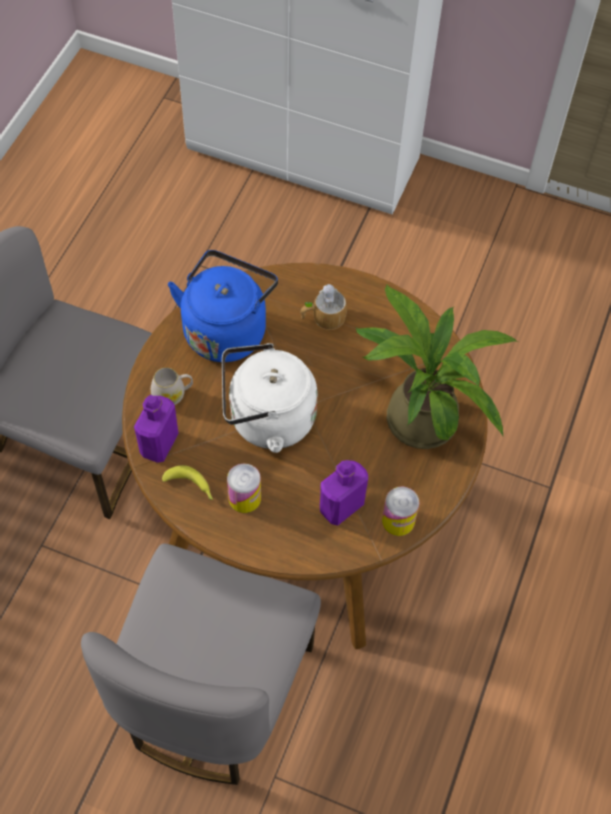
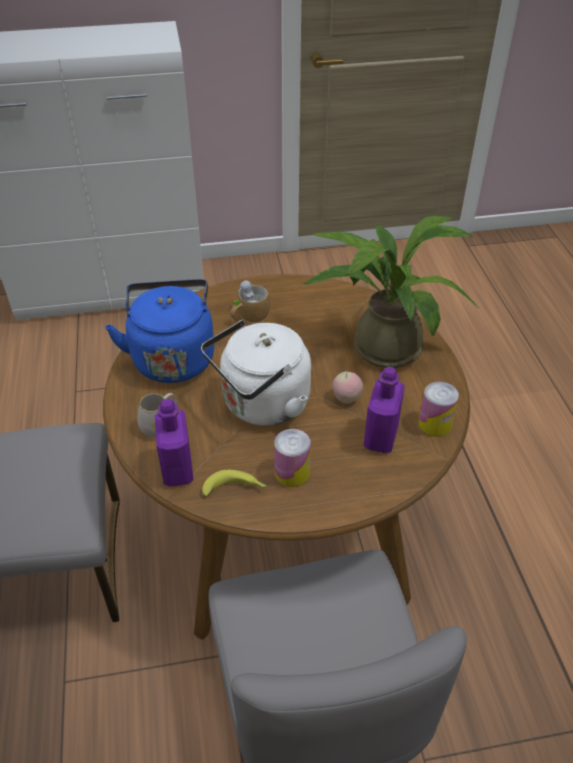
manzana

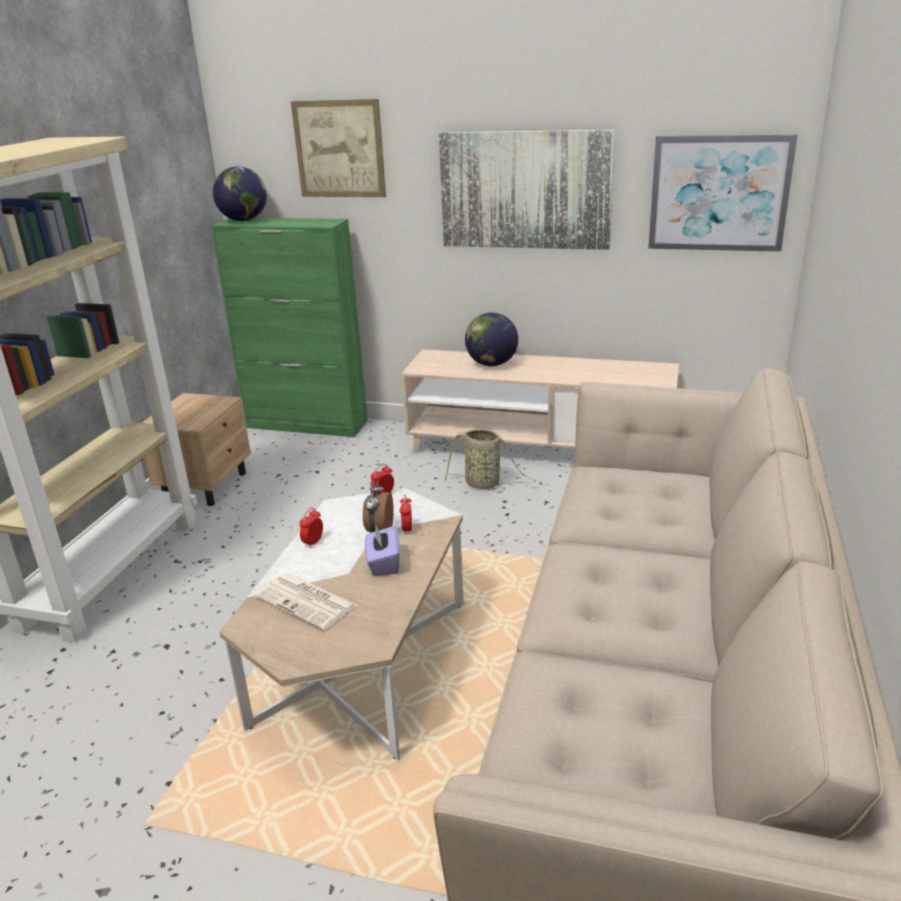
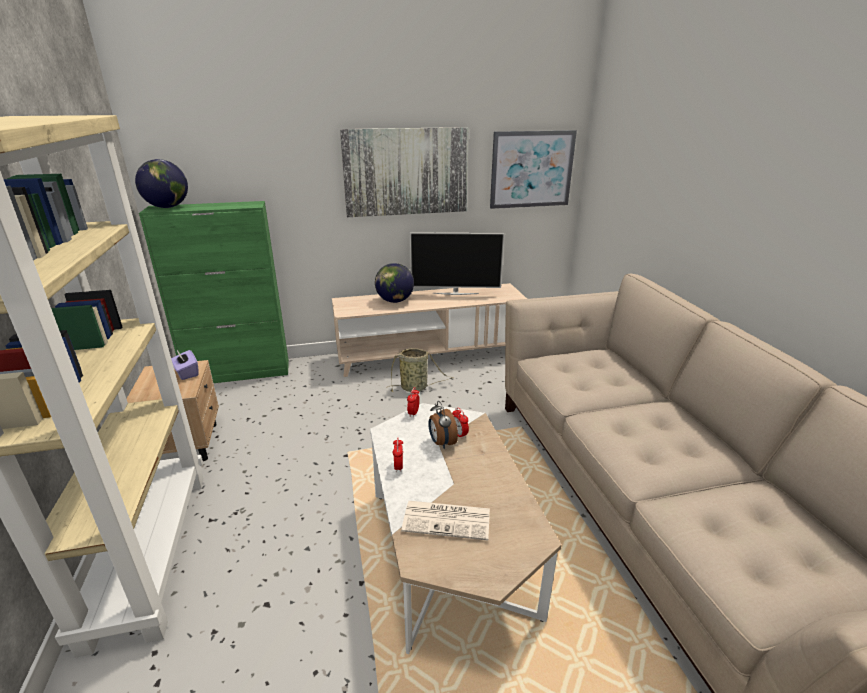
cuadro (1st from left in the first image)
televisor
caja de pañuelos [morado]

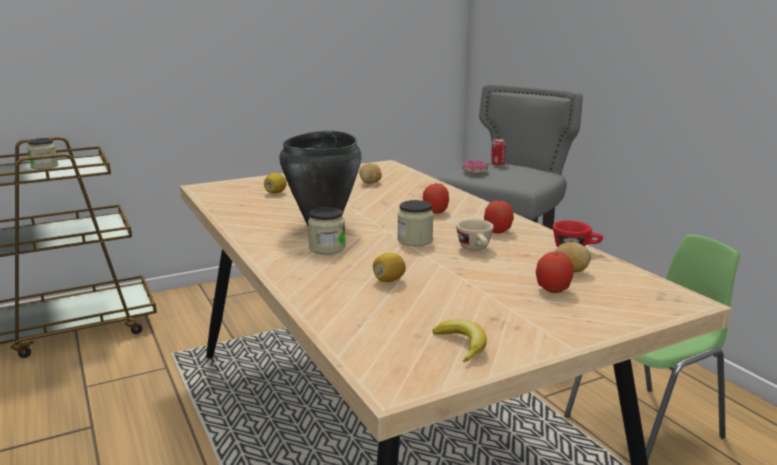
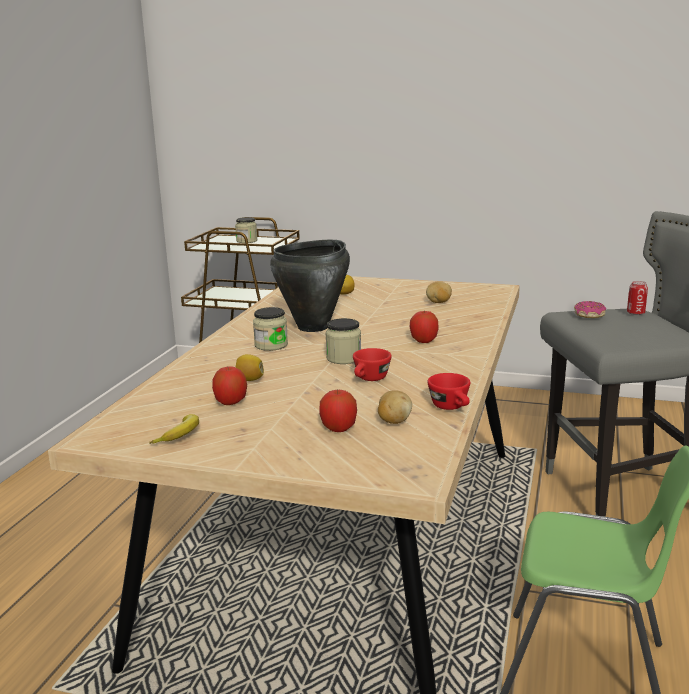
manzana (1st from left)
taza [rojo] (1st from left)

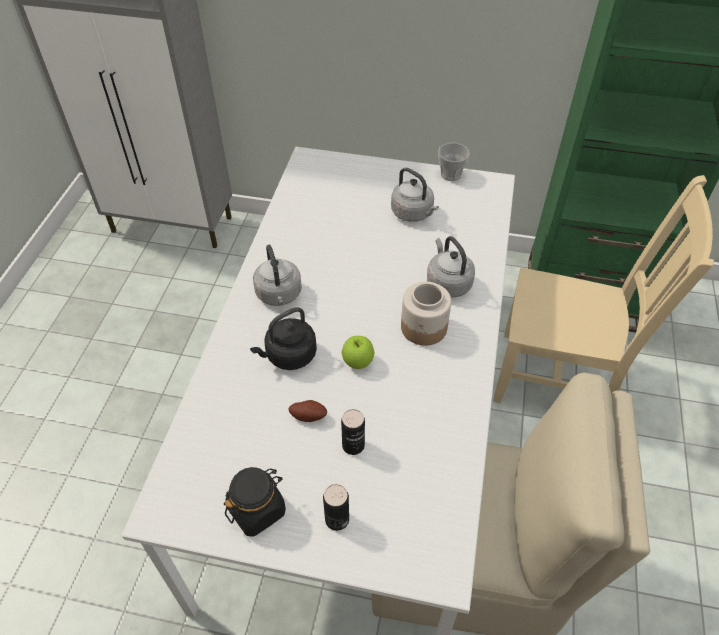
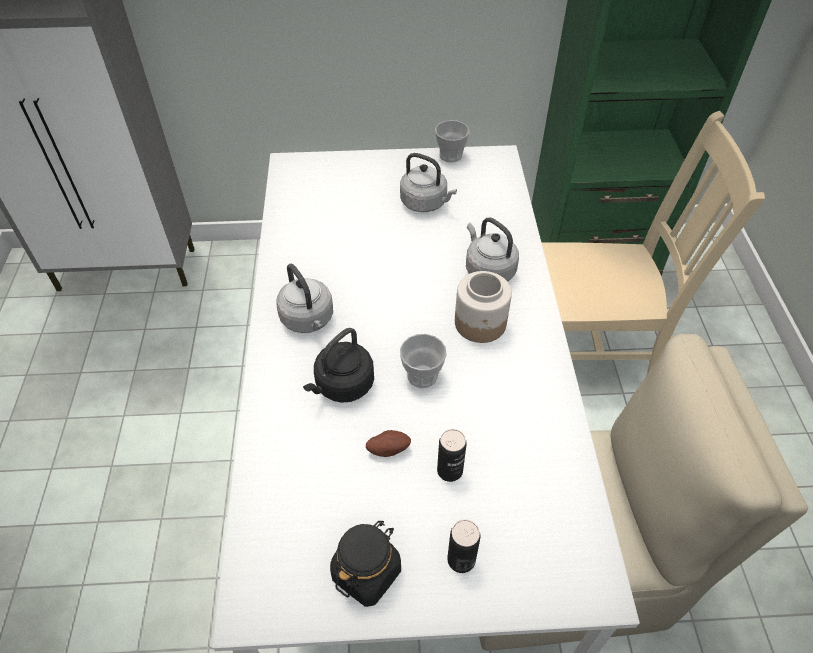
taza (1st from left)

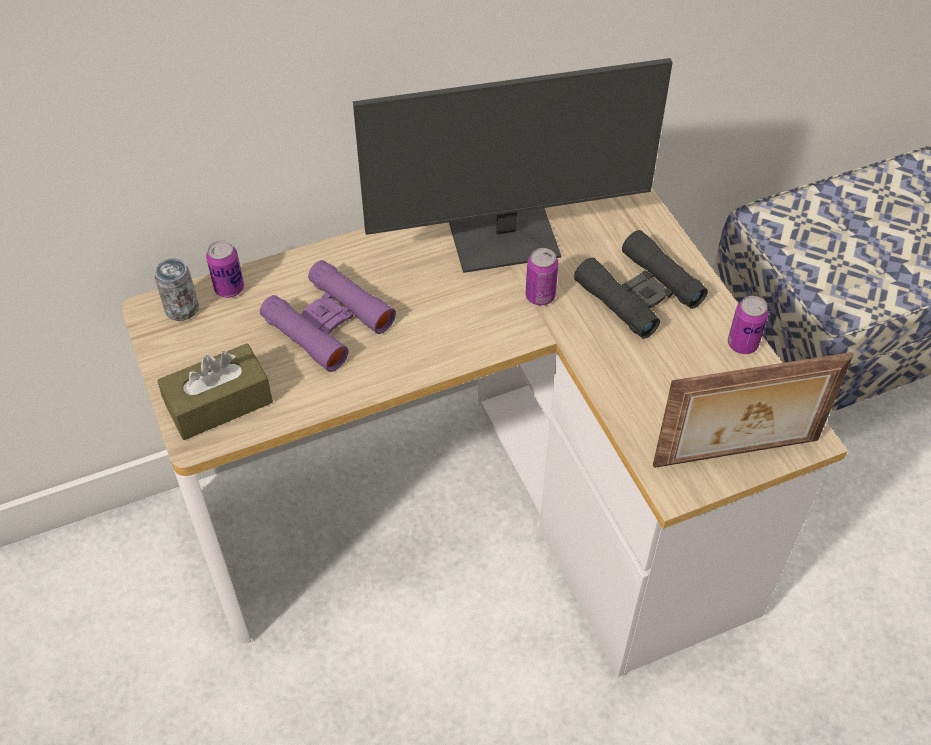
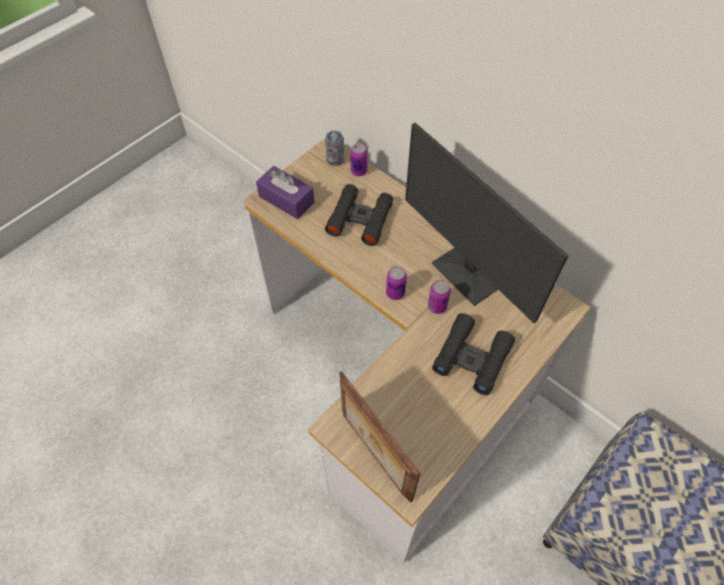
lata (3rd from left)
caja de pañuelos [morado]
prismáticos [negro] (1st from left)

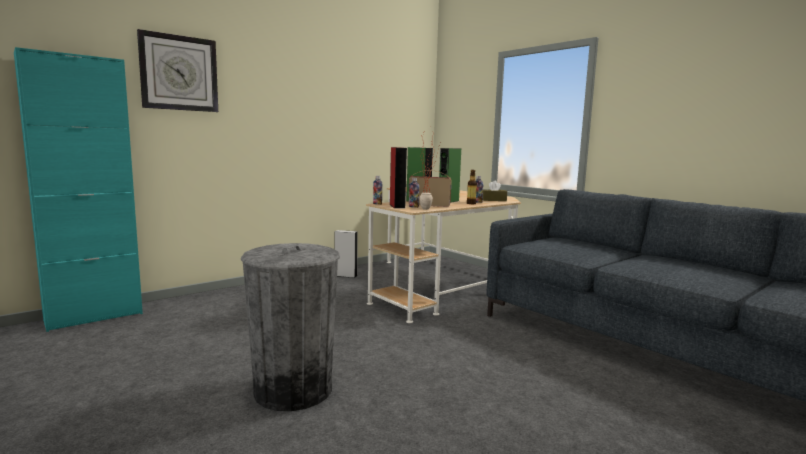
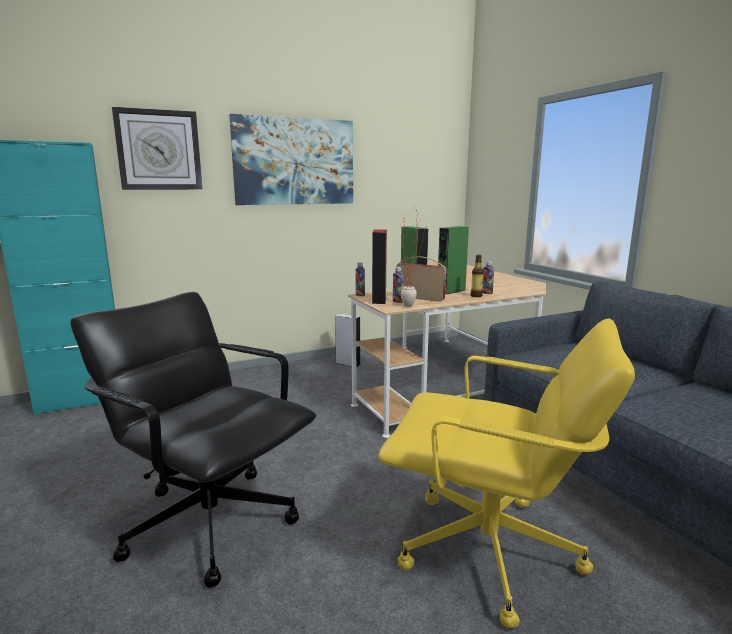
caja de pañuelos [marrón]
cuadro
silla de oficina [amarillo]
silla de oficina [negro]

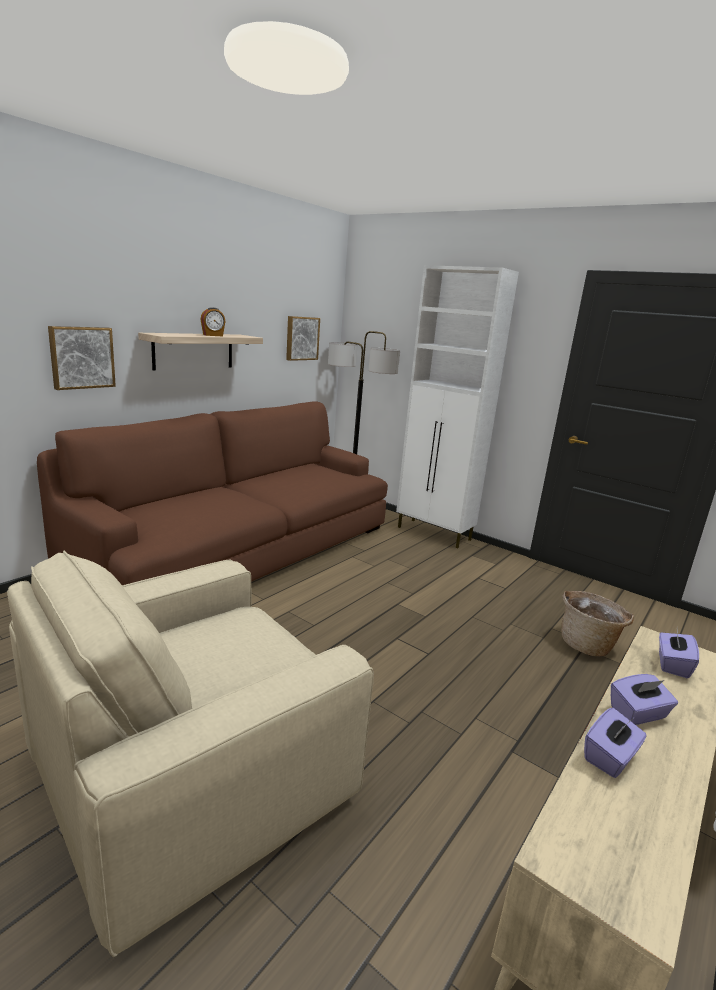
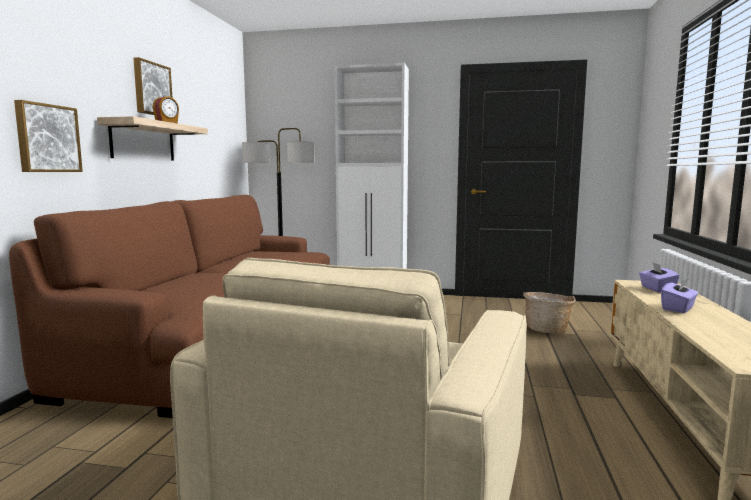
caja de pañuelos [morado] (1st from left in the first image)
cuadro (2nd from left)

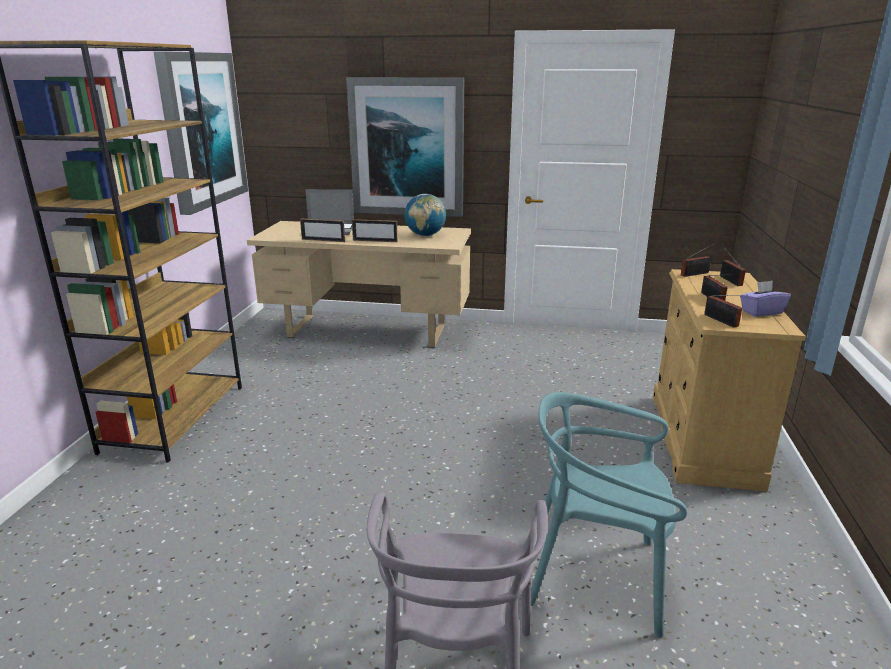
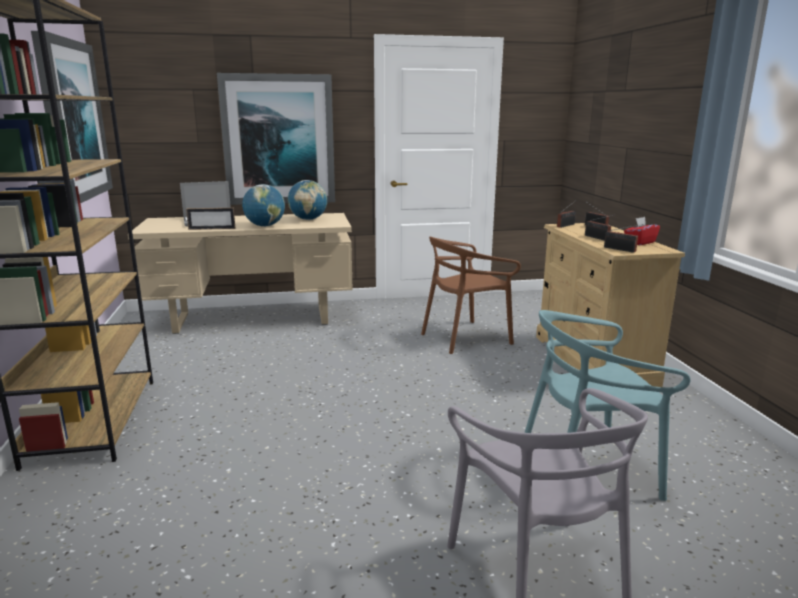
silla [marrón]
globo terráqueo (1st from left)
caja de pañuelos [rojo]

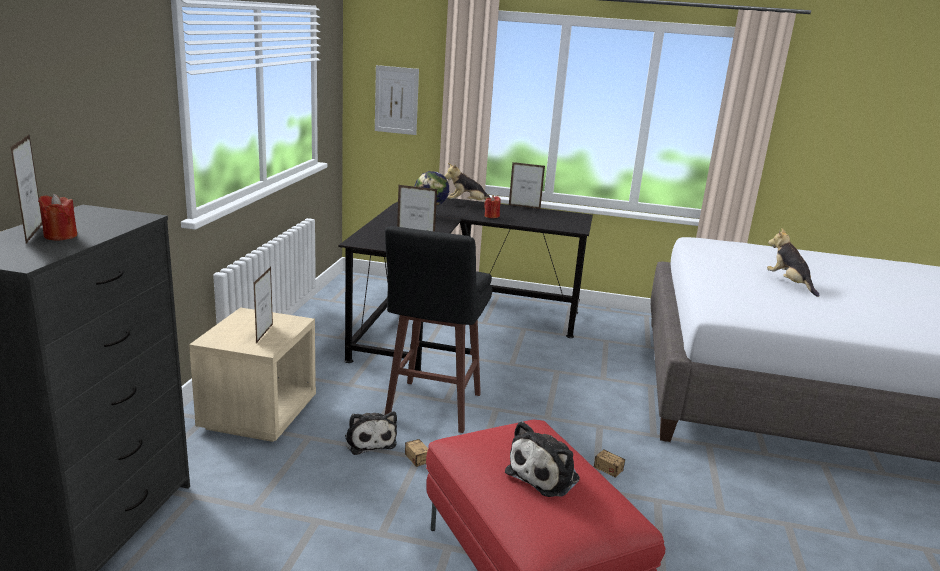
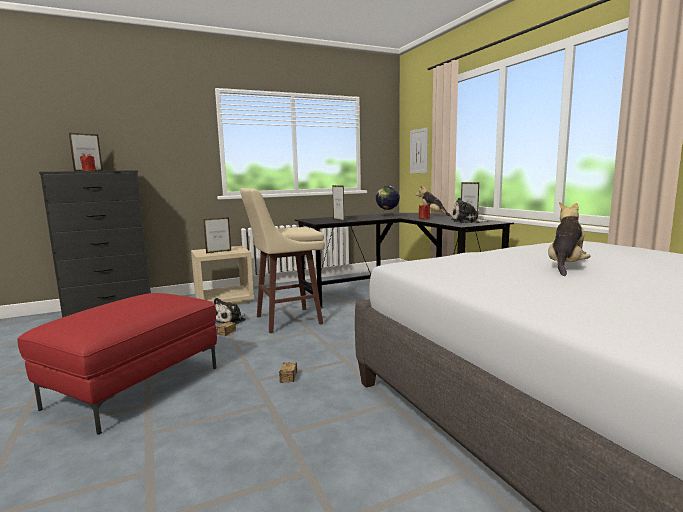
peluche (3rd from left)
taburete [beis]

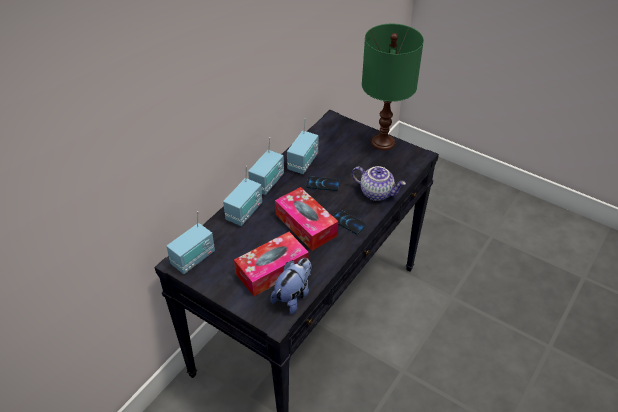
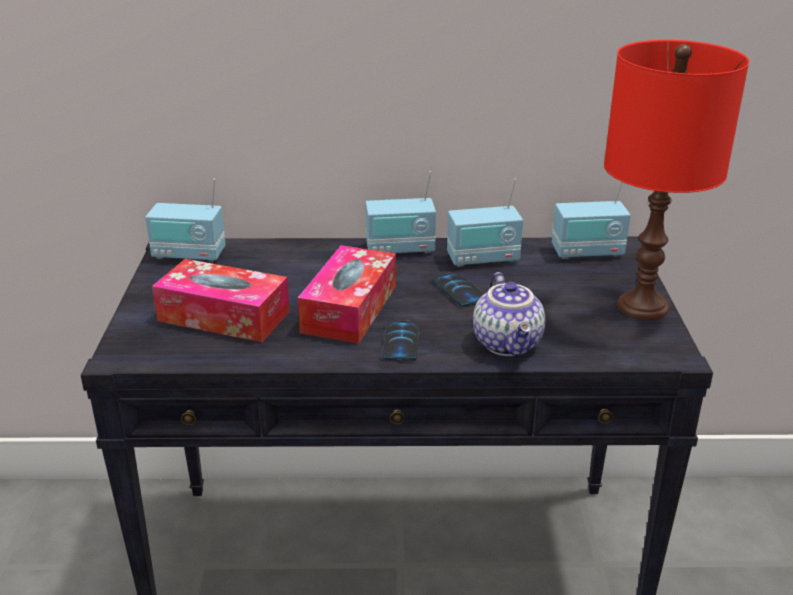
peluche
radio (4th from left)
lámpara de mesa [rojo]

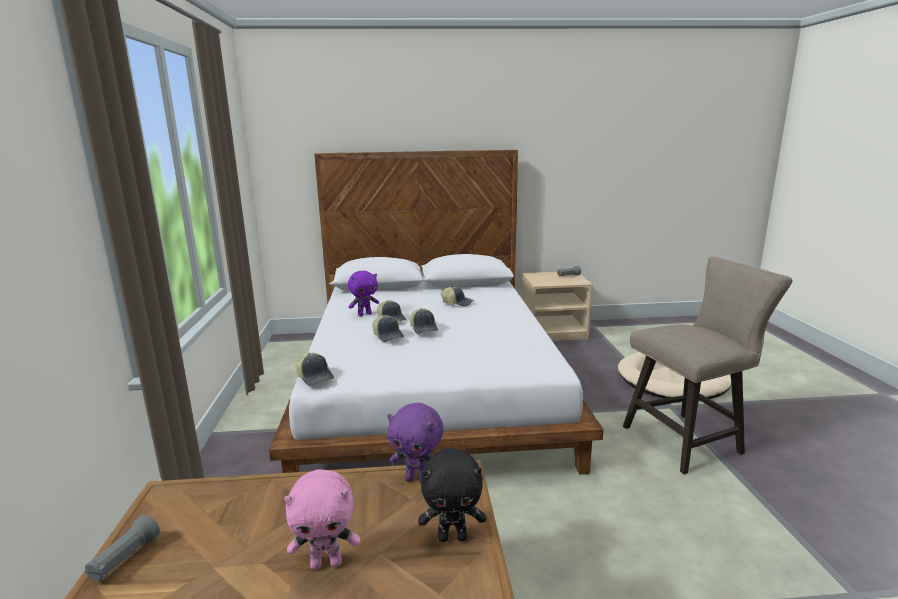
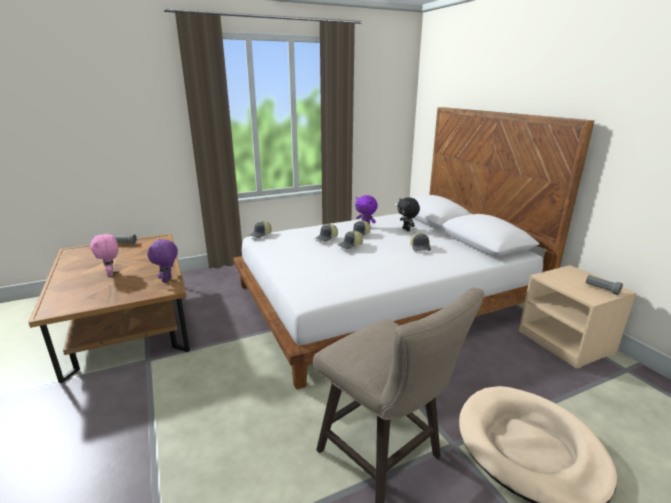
peluche [negro]

